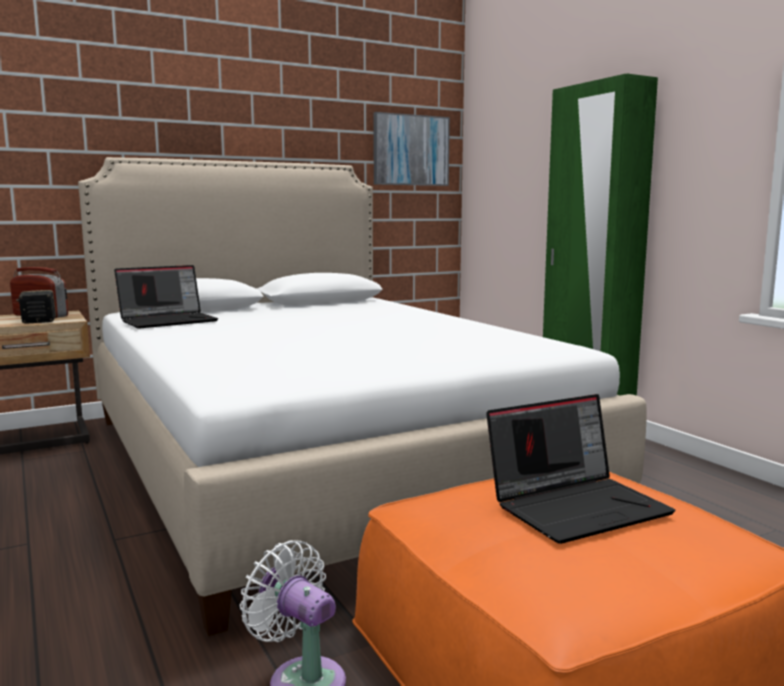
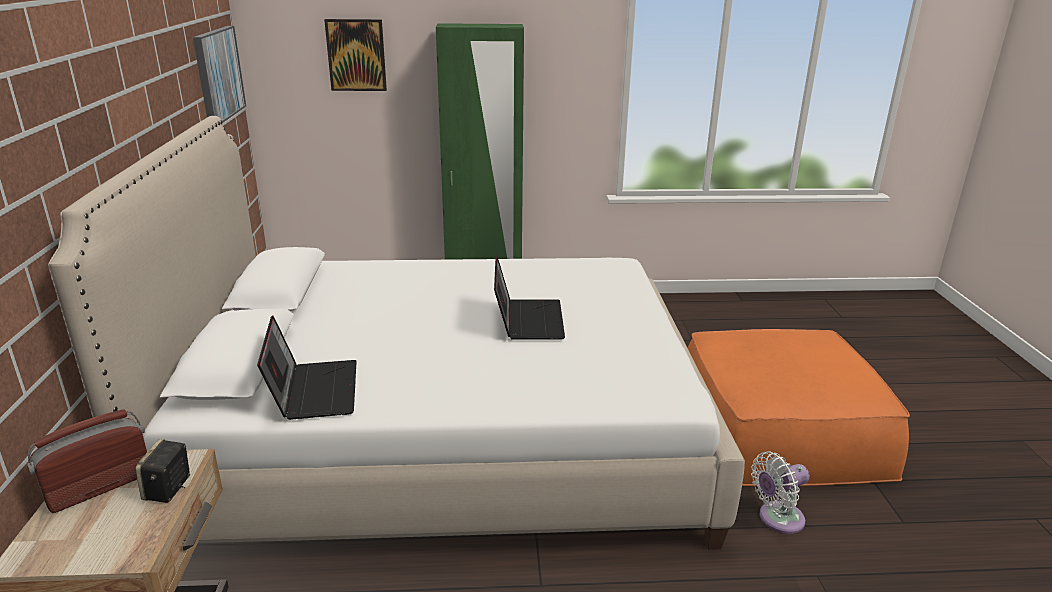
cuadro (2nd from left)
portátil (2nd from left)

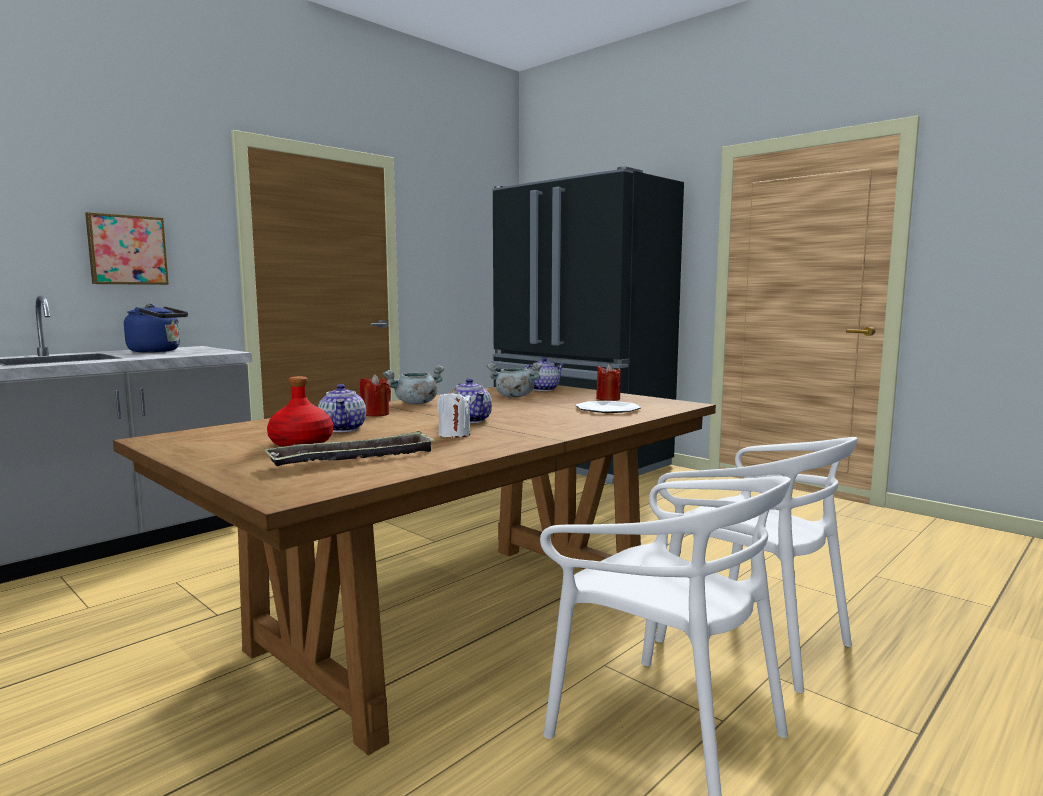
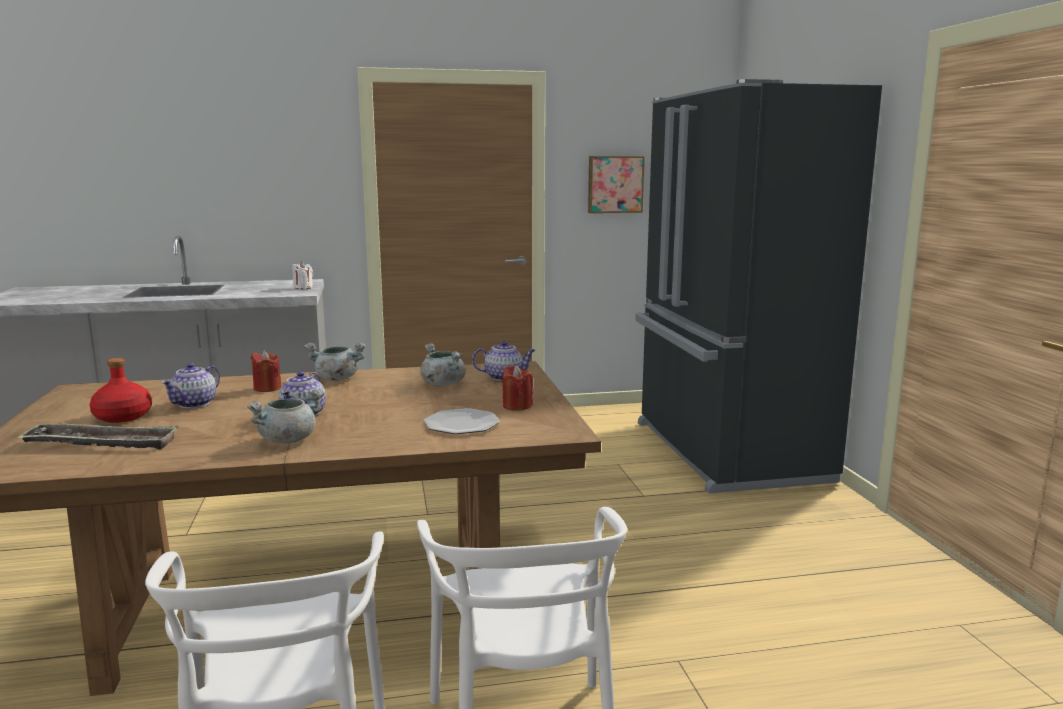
hervidor [azul]
olla [gris] (1st from left)
cuadro
vela [blanco]

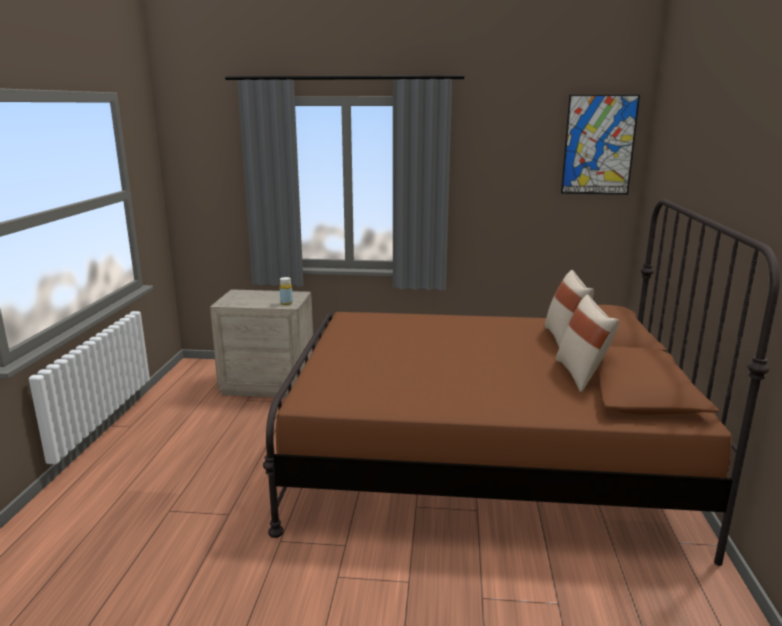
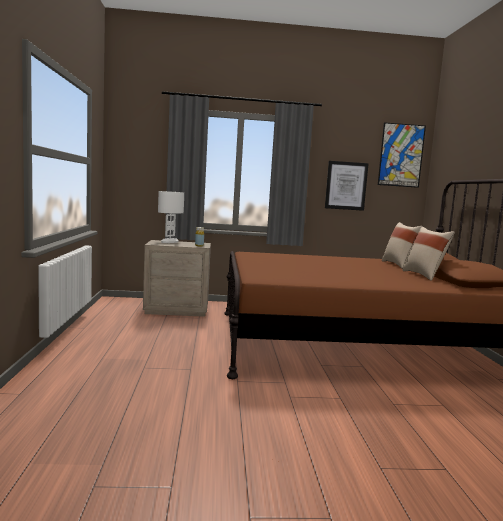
lámpara de mesa [blanco]
cuadro (1st from left)

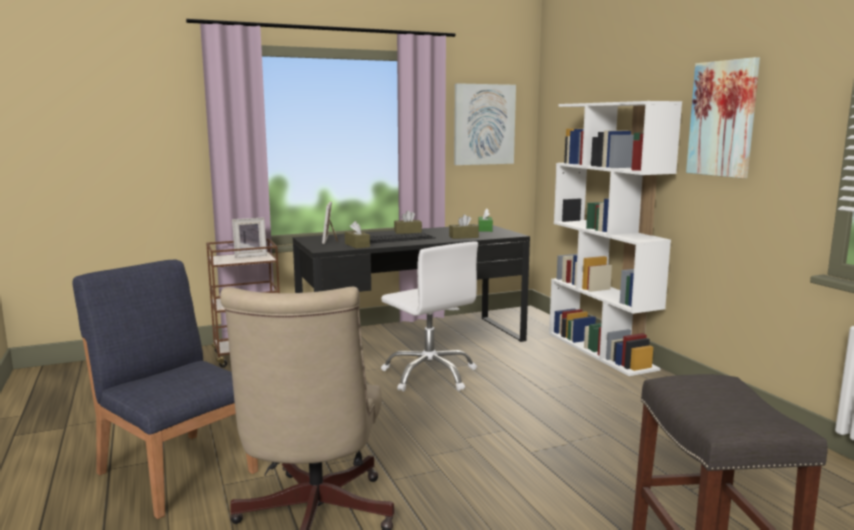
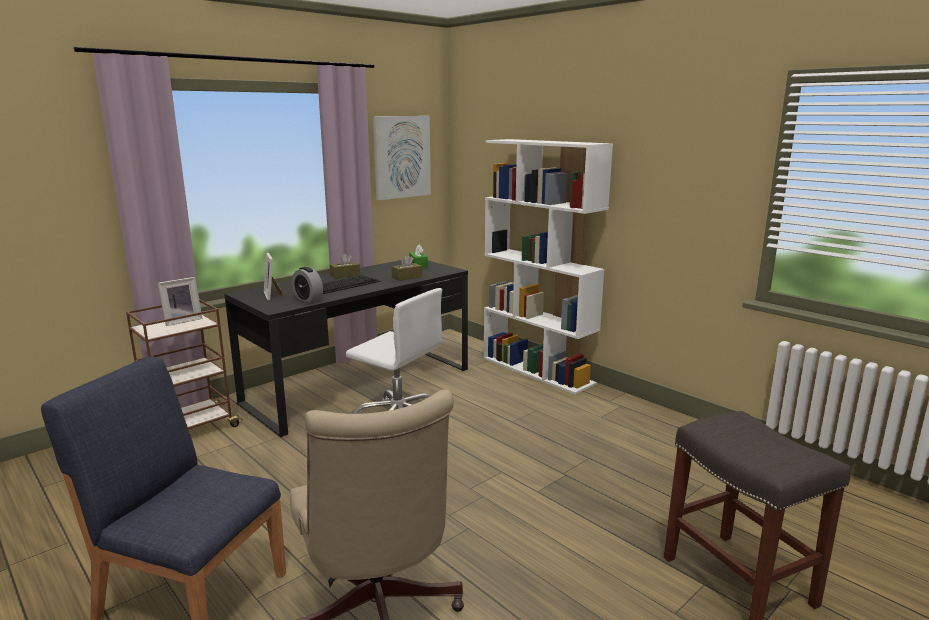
cuadro (2nd from left in the first image)
despertador

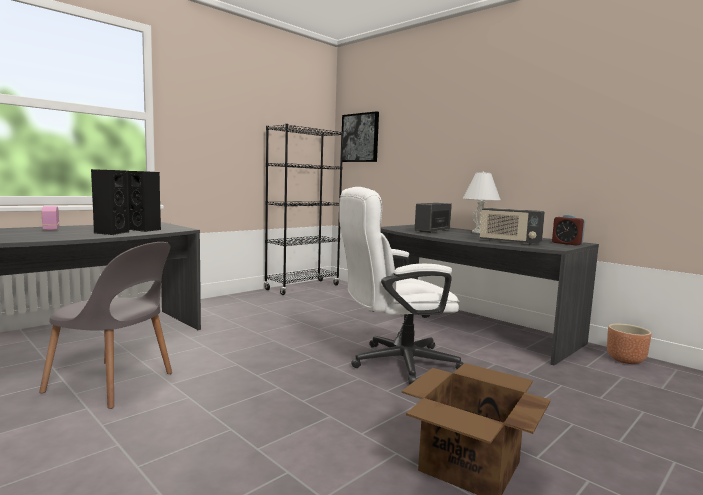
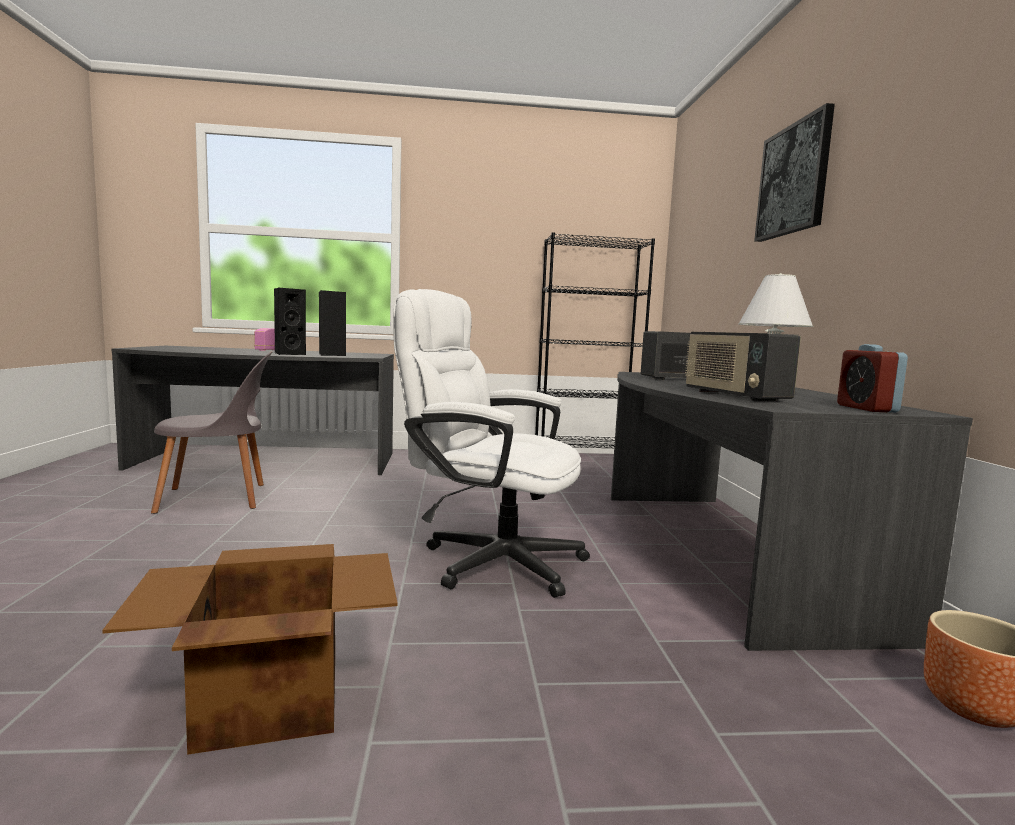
cuadro
silla [gris]

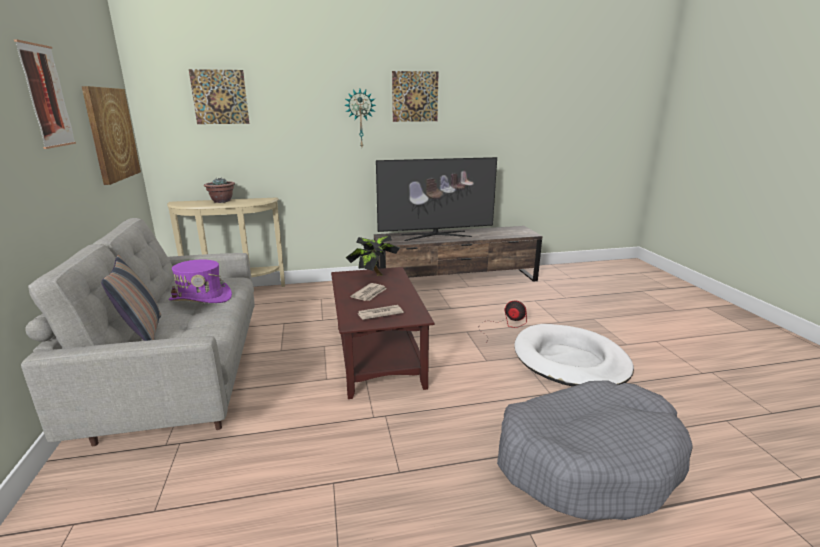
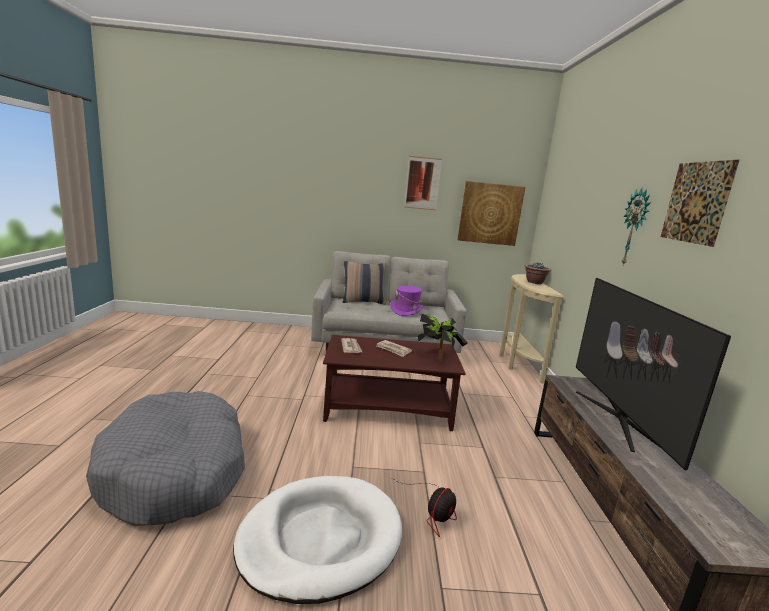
cuadro (3rd from left in the first image)

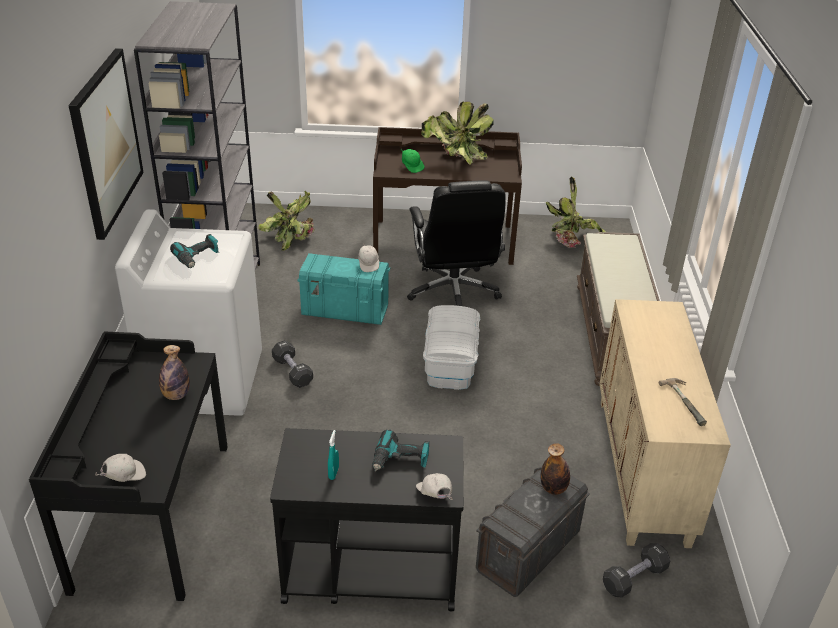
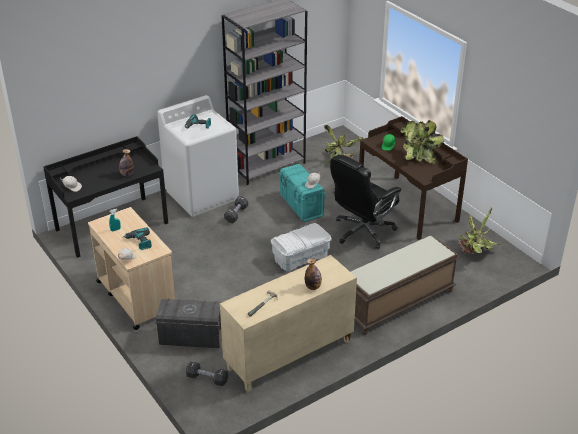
cuadro
botella (2nd from left)
carrito [beis]

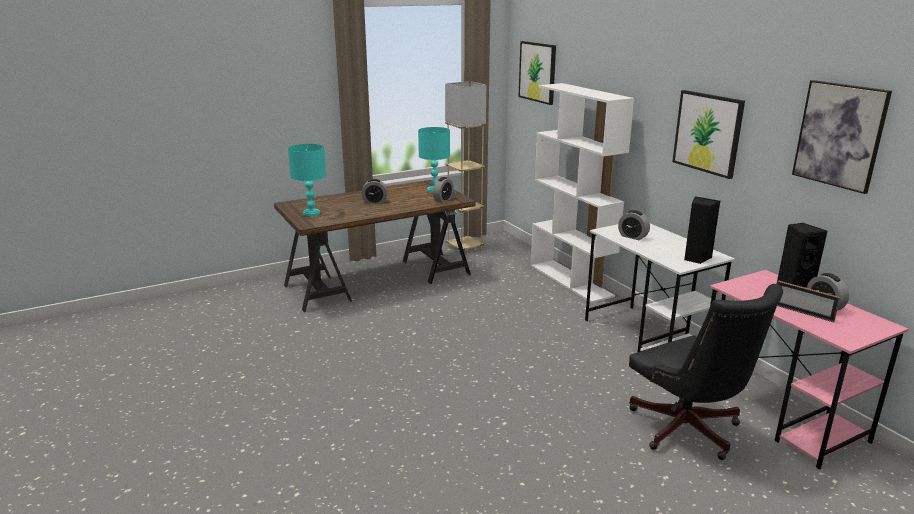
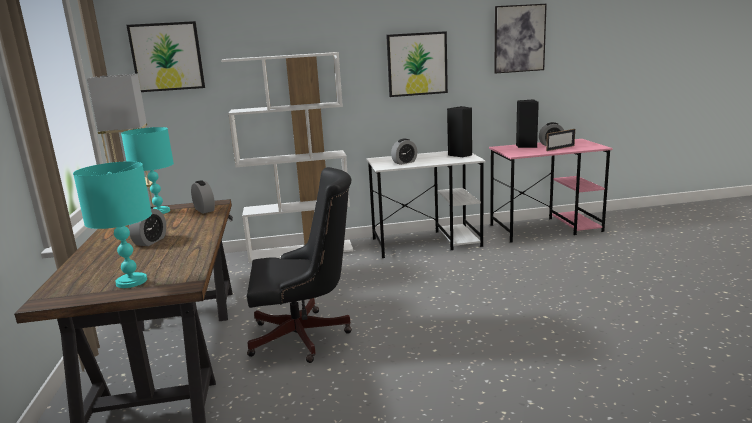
silla de oficina [negro]

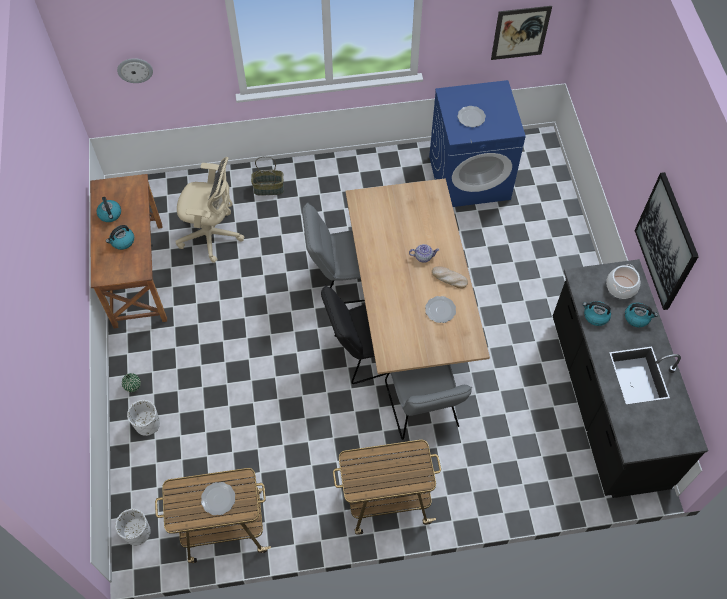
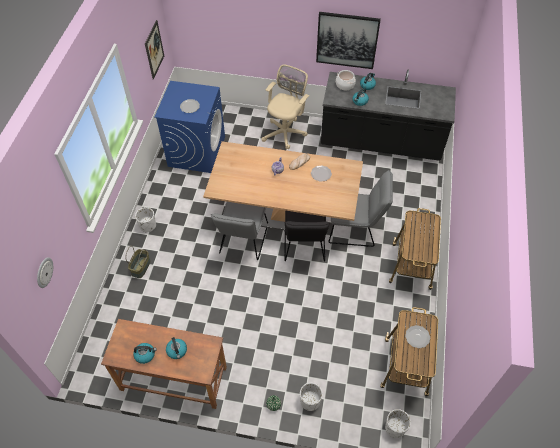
maceta [blanco] (1st from left)
silla de oficina [beis]

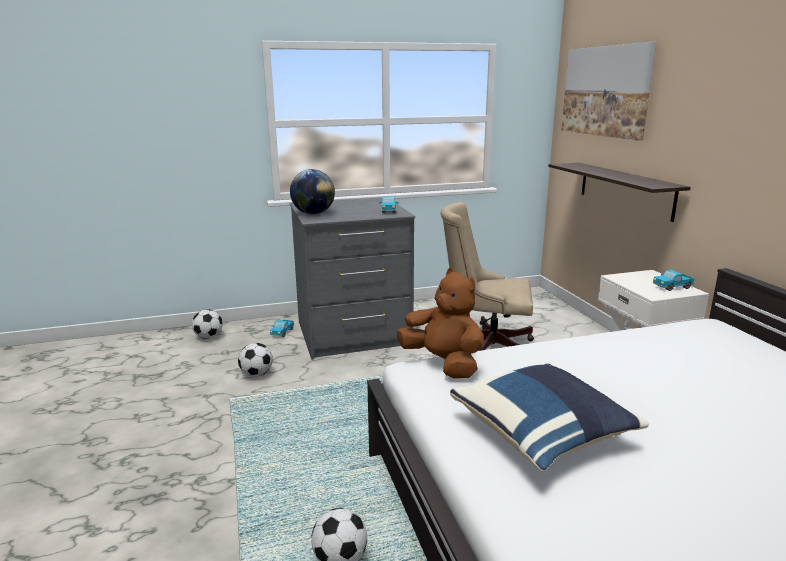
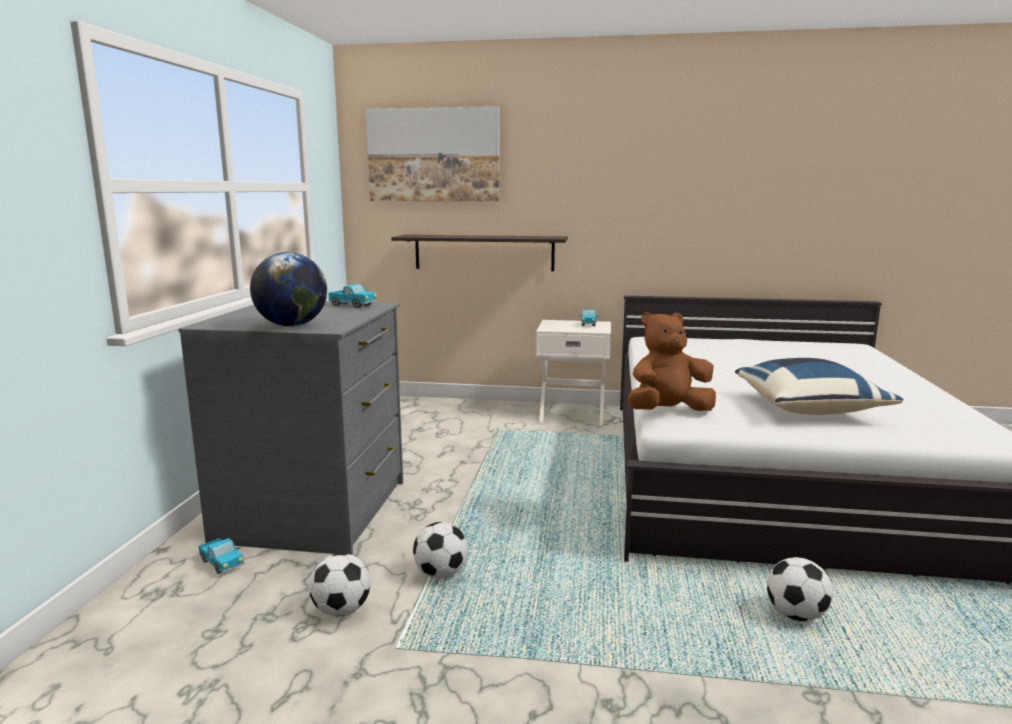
silla de oficina [beis]
balón de fútbol (2nd from left)

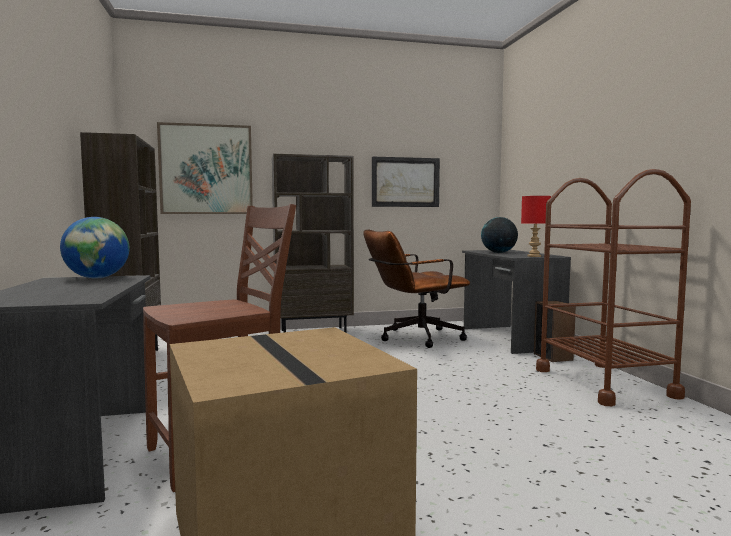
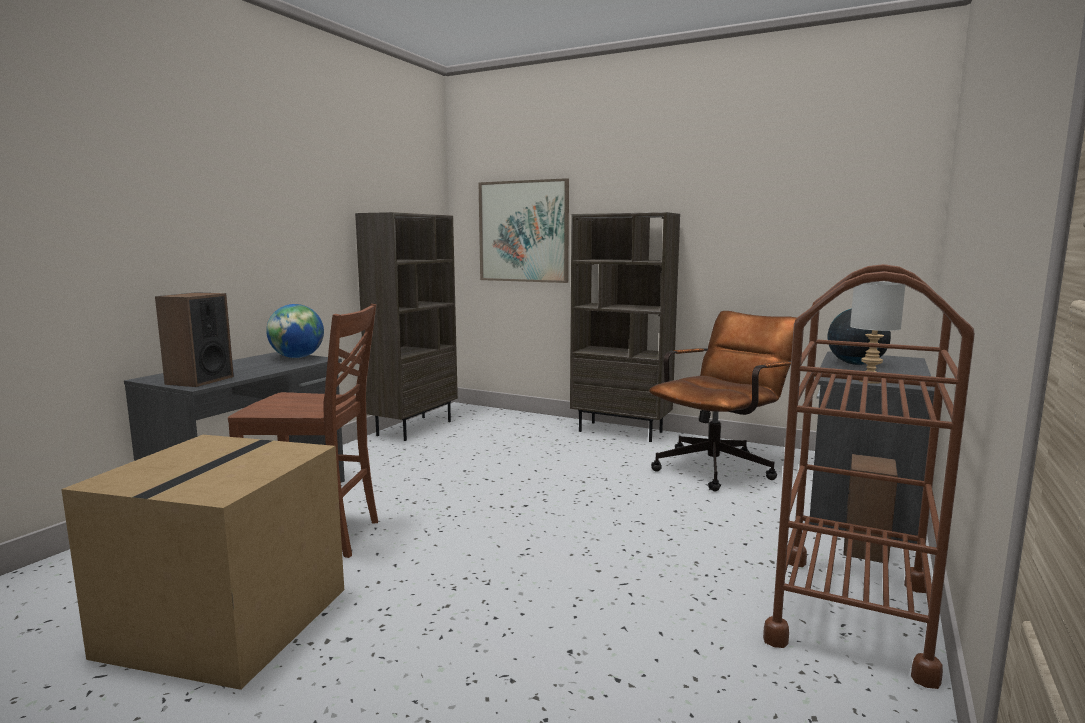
cuadro (2nd from left in the first image)
altavoz (1st from left)
lámpara de mesa [gris]
silla de oficina [marrón]

